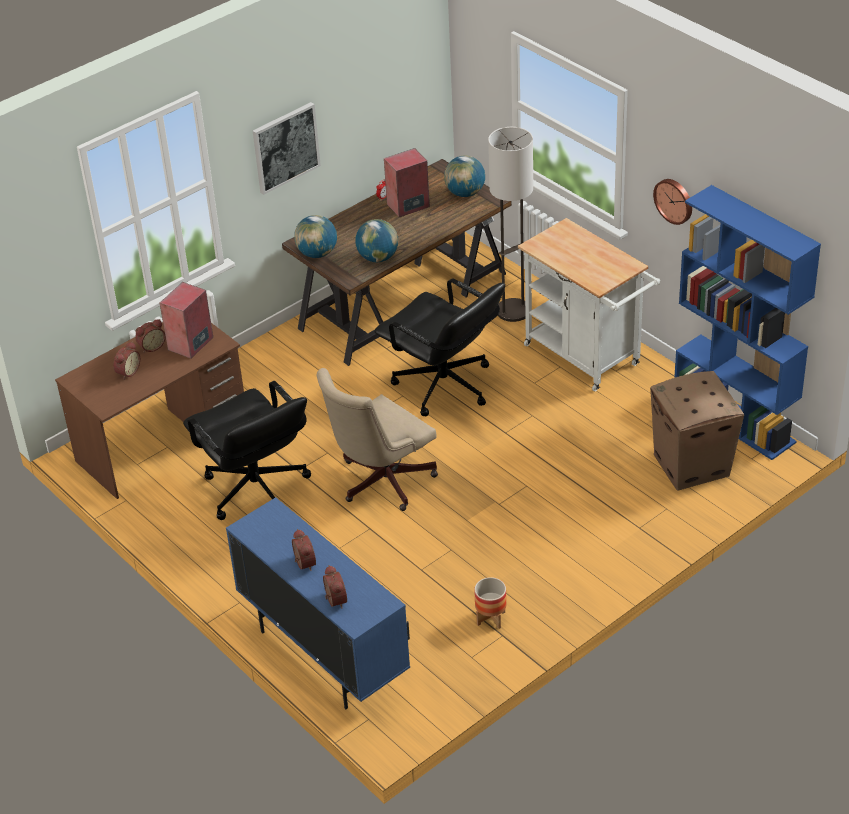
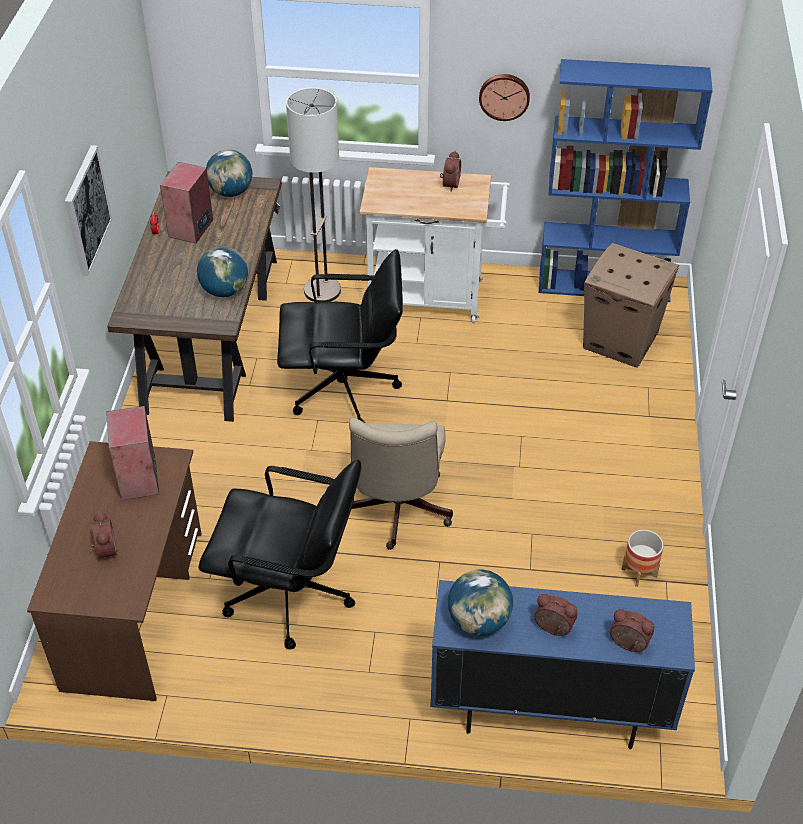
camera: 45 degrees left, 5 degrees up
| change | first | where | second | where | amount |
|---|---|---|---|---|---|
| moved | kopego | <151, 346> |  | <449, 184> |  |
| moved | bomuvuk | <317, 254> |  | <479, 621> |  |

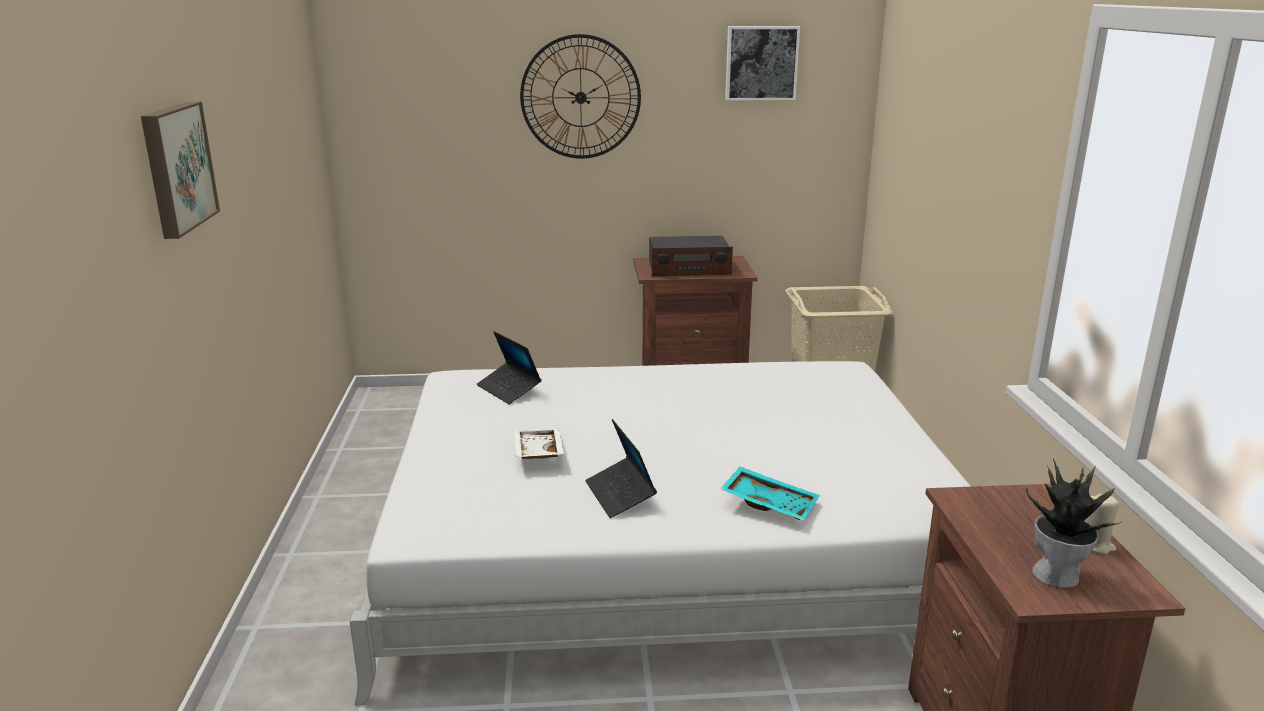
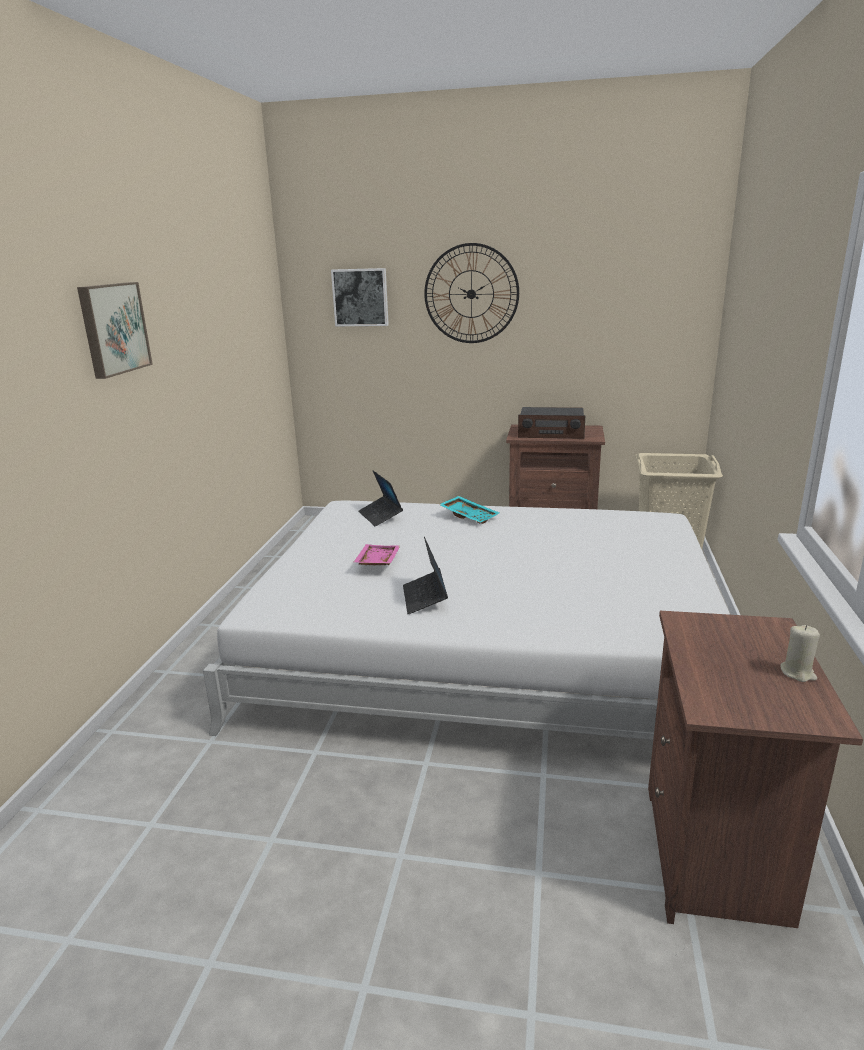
camera: 15 degrees right, 0 degrees up
| change | first | where | second | where | amount |
|---|---|---|---|---|---|
| recoloured | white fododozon | <536, 453> | pink fododozon | <376, 562> |  |
| moved | turquoise fododozon | <770, 503> |  | <469, 516> |  |
| moved | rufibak | <761, 63> |  | <360, 297> |  |
| removed | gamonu | <1057, 575> |  |  |  |

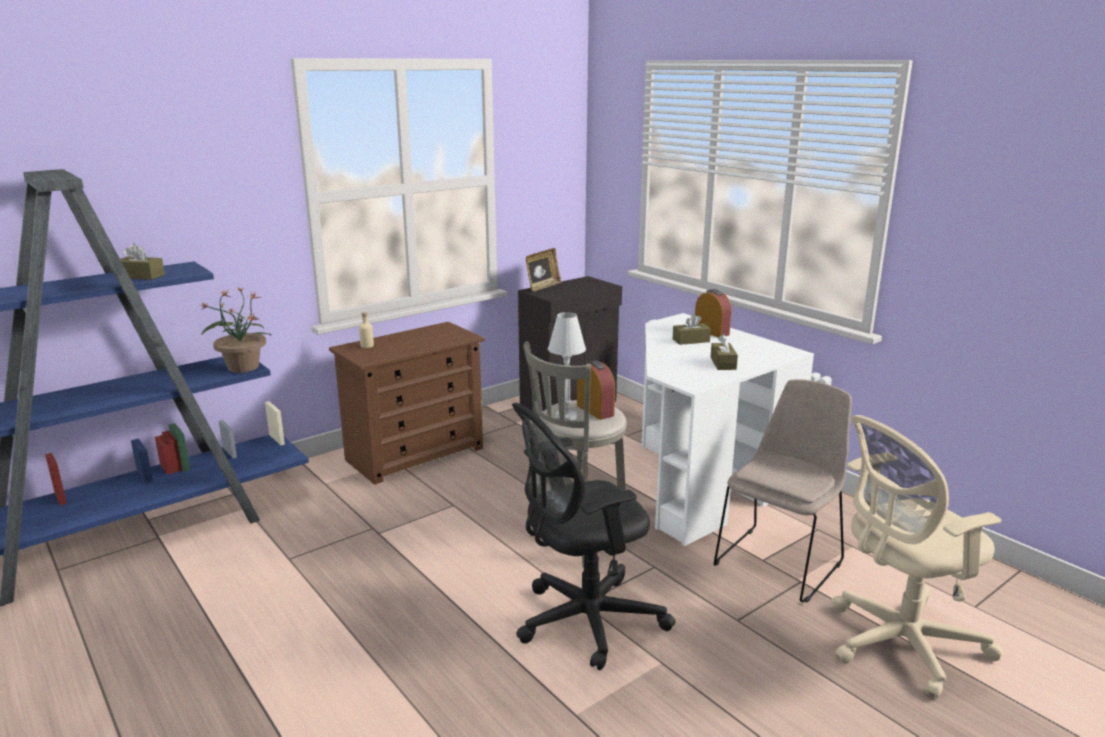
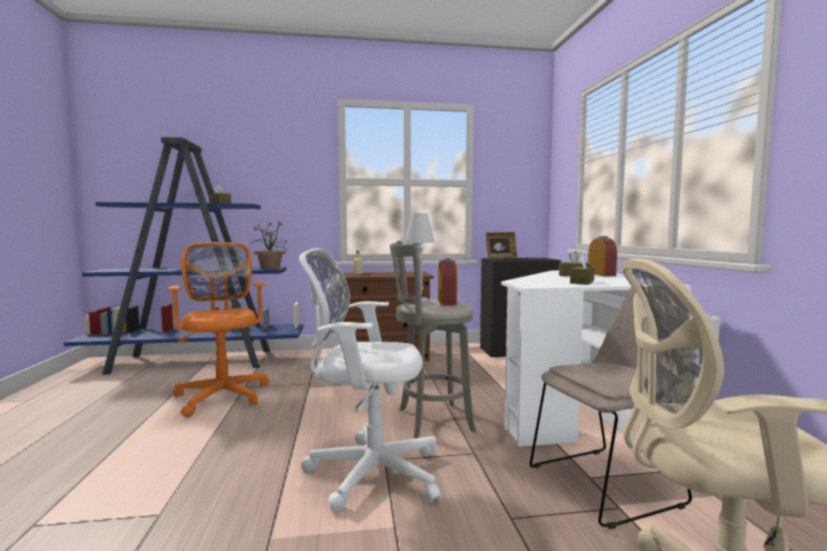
camera: 30 degrees right, 15 degrees down
| change | first | where | second | where | amount |
|---|---|---|---|---|---|
| recoloured | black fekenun | <583, 621> | white fekenun | <368, 472> |  |
| added |  |  | orange fekenun | <223, 394> |  |

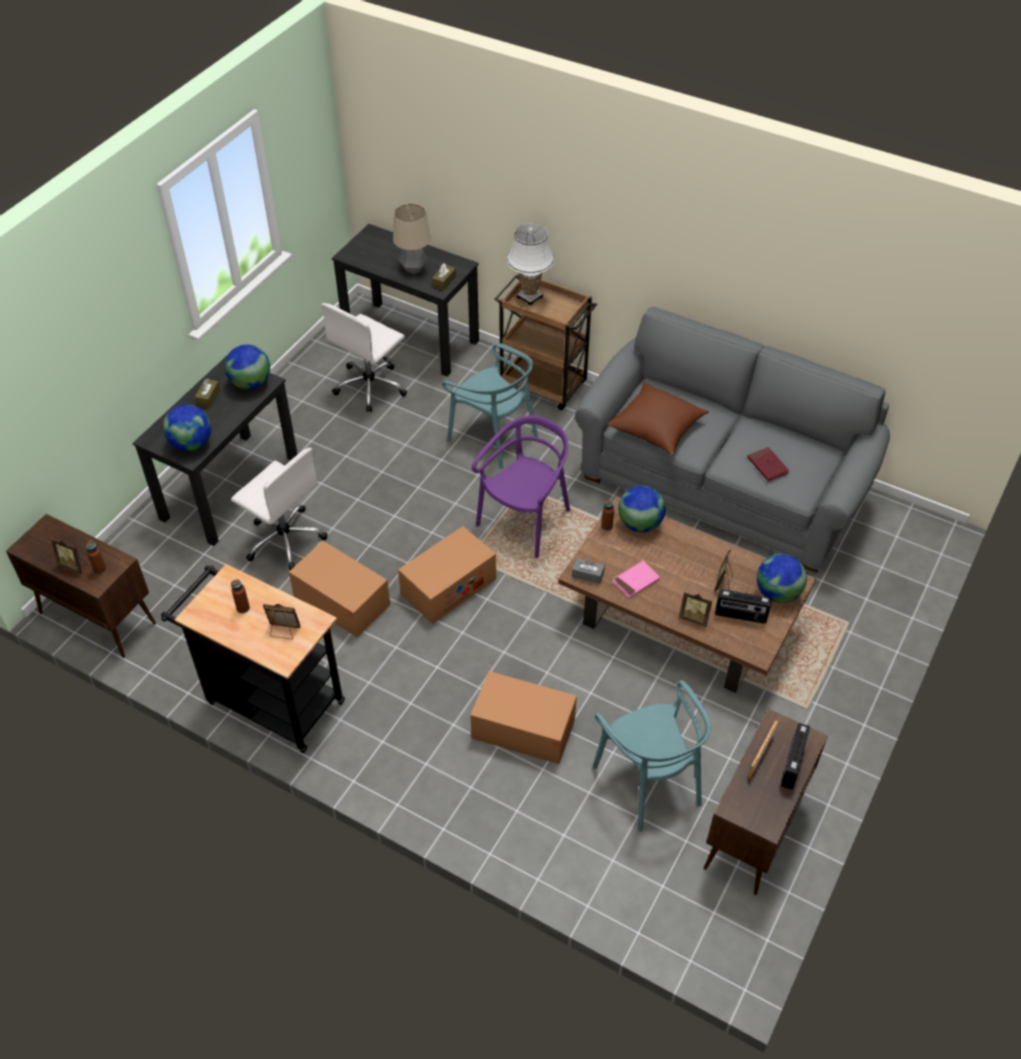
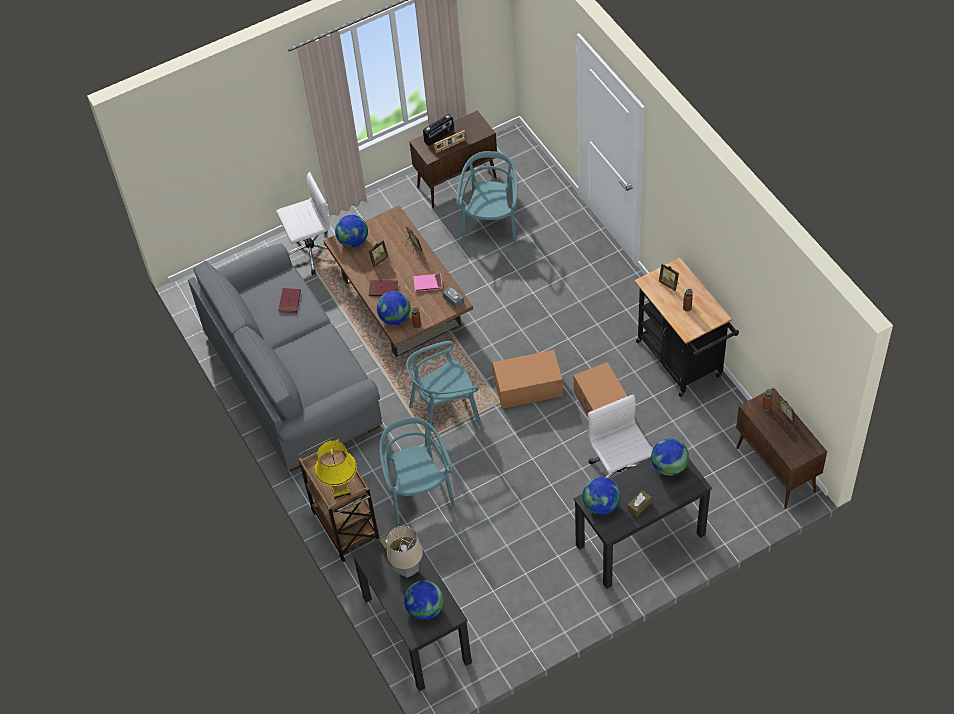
camera: 145 degrees left, 5 degrees up
| change | first | where | second | where | amount |
|---|---|---|---|---|---|
| moved | white fekenun | <371, 386> |  | <310, 251> |  |
| removed | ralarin | <523, 729> |  |  |  |
| recoloured | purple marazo | <525, 520> | turquoise marazo | <445, 412> |  |
| recoloured | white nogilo | <529, 297> | yellow nogilo | <340, 489> |  |
| removed | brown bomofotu | <656, 428> |  |  |  |
| removed | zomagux | <740, 616> |  |  |  |
| added |  |  | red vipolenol | <383, 289> |  |
| added |  |  | bomuvuk | <425, 609> |  |

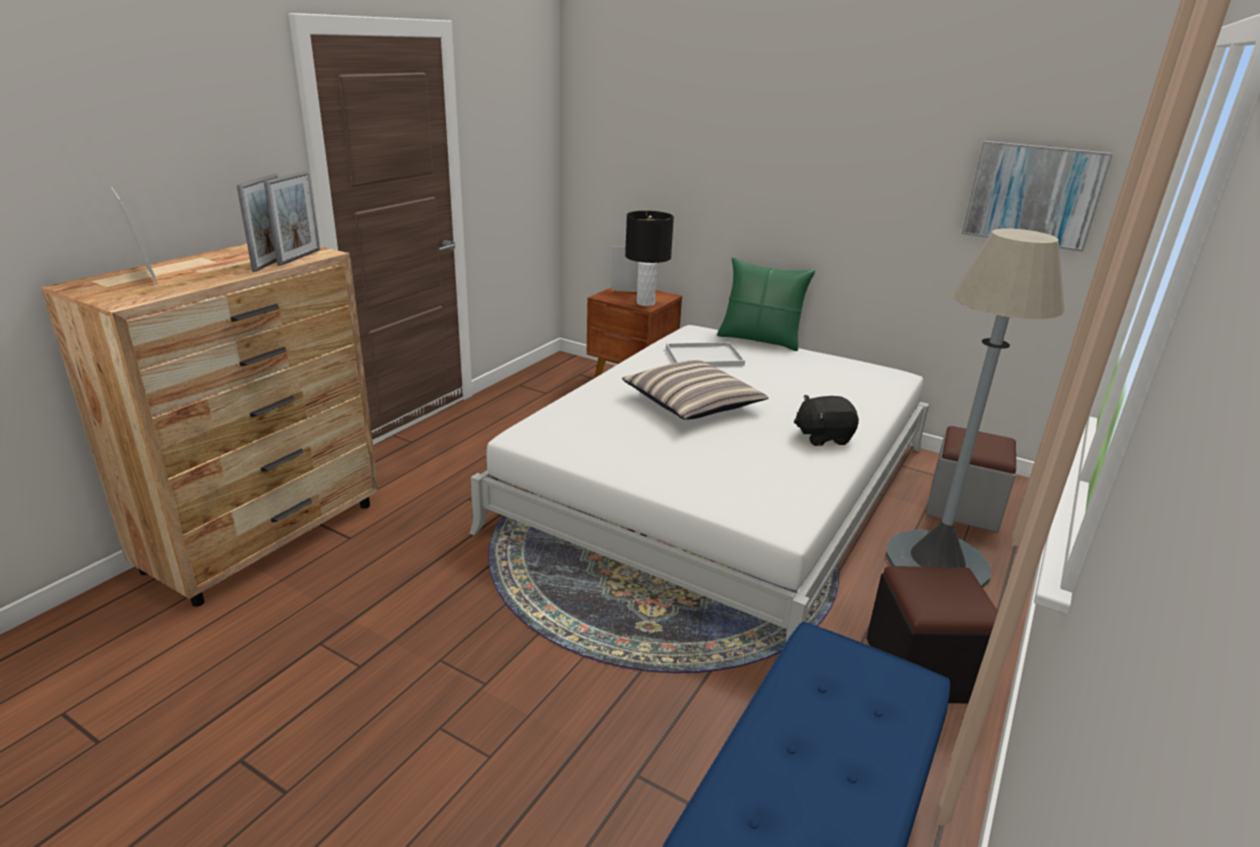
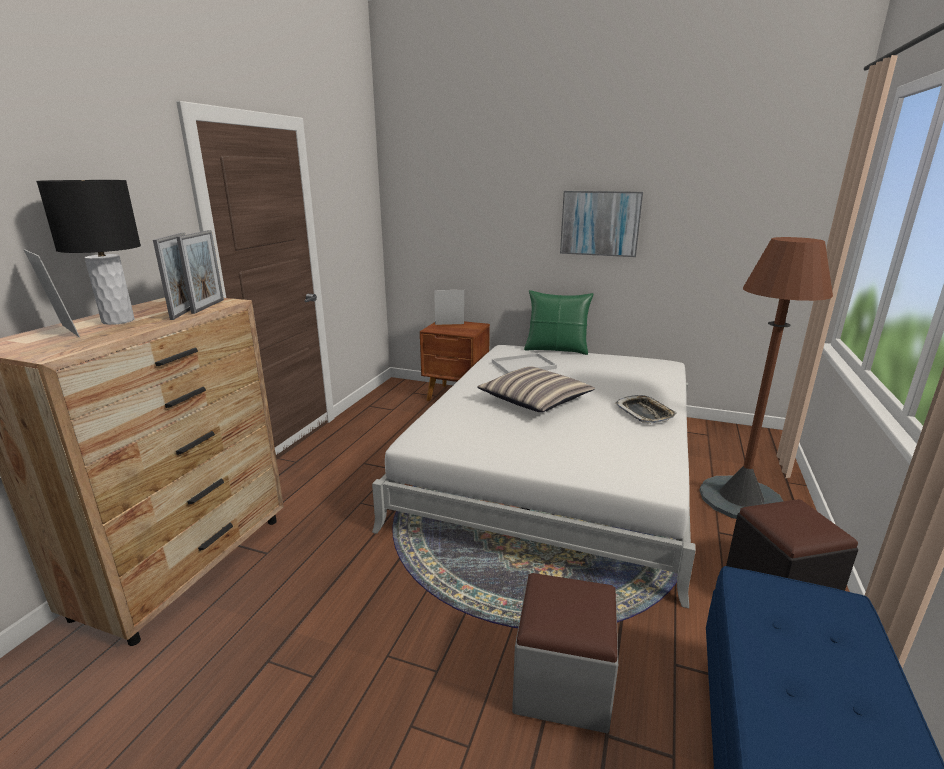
camera: 10 degrees left, 5 degrees down
| change | first | where | second | where | amount |
|---|---|---|---|---|---|
| moved | black nogilo | <645, 303> |  | <118, 321> |  |
| replaced | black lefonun | <823, 437> | fododozon | <644, 413> |  |
| recoloured | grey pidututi | <936, 562> | brown pidututi | <740, 499> |  |
| moved | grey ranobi | <963, 507> |  | <562, 683> |  |
| moved | rufibak | <1033, 195> |  | <600, 223> |  |

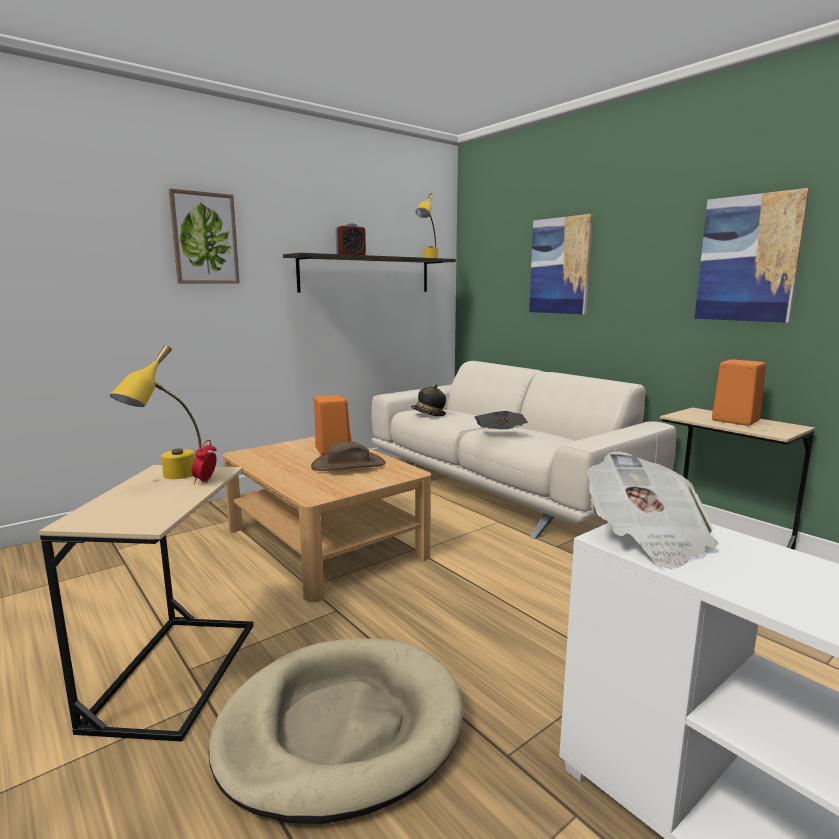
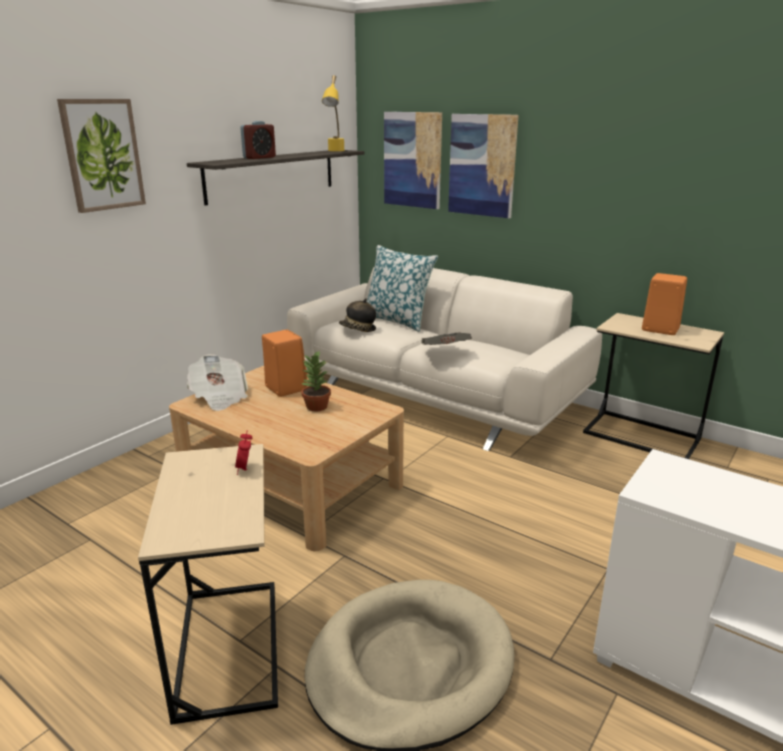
camera: 15 degrees left, 10 degrees up
| change | first | where | second | where | amount |
|---|---|---|---|---|---|
| removed | yellow nogilo | <168, 479> |  |  |  |
| replaced | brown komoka | <348, 465> | gamonu | <316, 407> |  |
| moved | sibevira | <647, 538> |  | <219, 397> |  |
| moved | rufibak | <748, 259> |  | <412, 160> |  |
| added |  |  | bomofotu | <397, 320> |  |

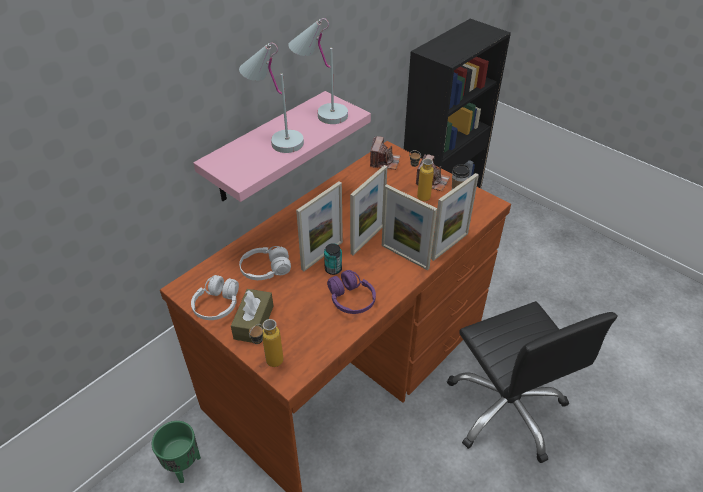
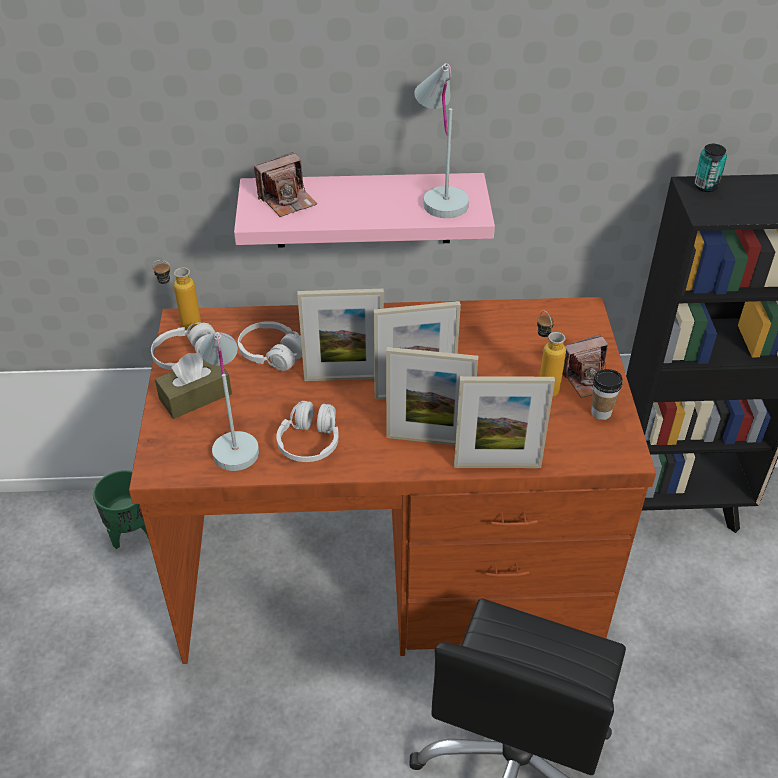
camera: 45 degrees right, 0 degrees up
| change | first | where | second | where | amount |
|---|---|---|---|---|---|
| moved | white nogilo | <275, 138> |  | <233, 438> |  |
| moved | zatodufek | <269, 365> |  | <182, 325> |  |
| moved | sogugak | <333, 269> |  | <705, 186> |  |
| recoloured | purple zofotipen | <351, 299> | white zofotipen | <310, 442> |  |
| moved | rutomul | <384, 161> |  | <287, 200> |  |
| turned | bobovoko | <405, 256> |  | <428, 440> | 75 degrees counterclockwise |

